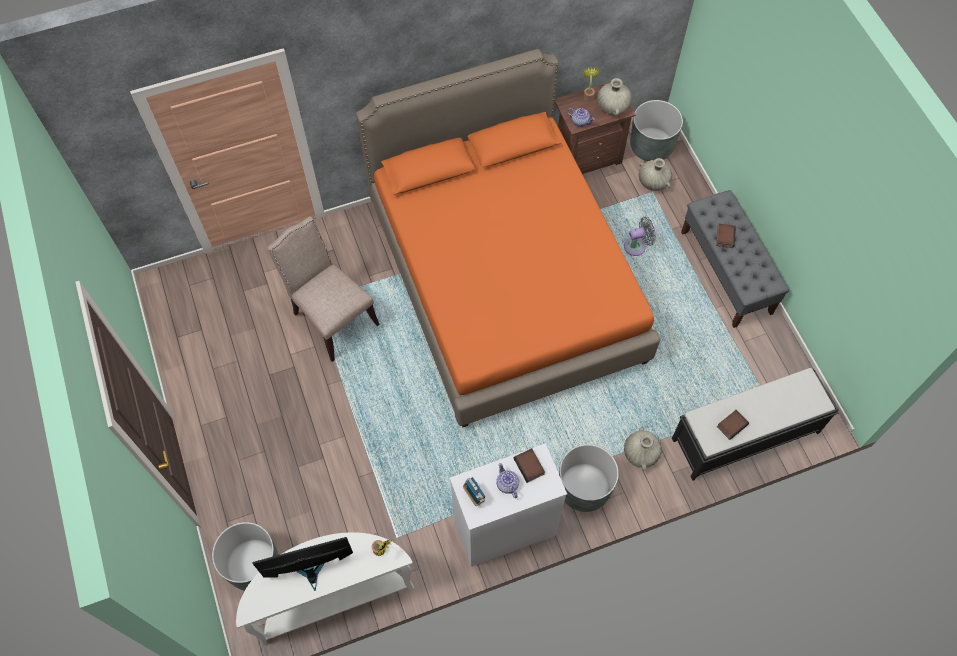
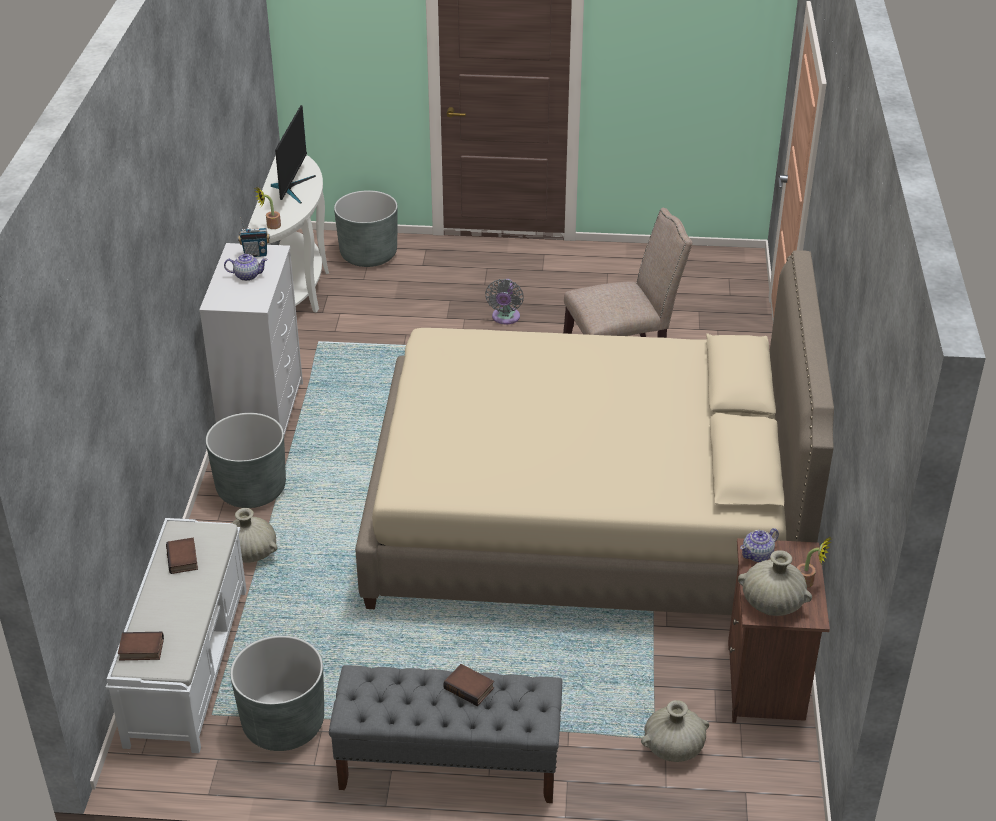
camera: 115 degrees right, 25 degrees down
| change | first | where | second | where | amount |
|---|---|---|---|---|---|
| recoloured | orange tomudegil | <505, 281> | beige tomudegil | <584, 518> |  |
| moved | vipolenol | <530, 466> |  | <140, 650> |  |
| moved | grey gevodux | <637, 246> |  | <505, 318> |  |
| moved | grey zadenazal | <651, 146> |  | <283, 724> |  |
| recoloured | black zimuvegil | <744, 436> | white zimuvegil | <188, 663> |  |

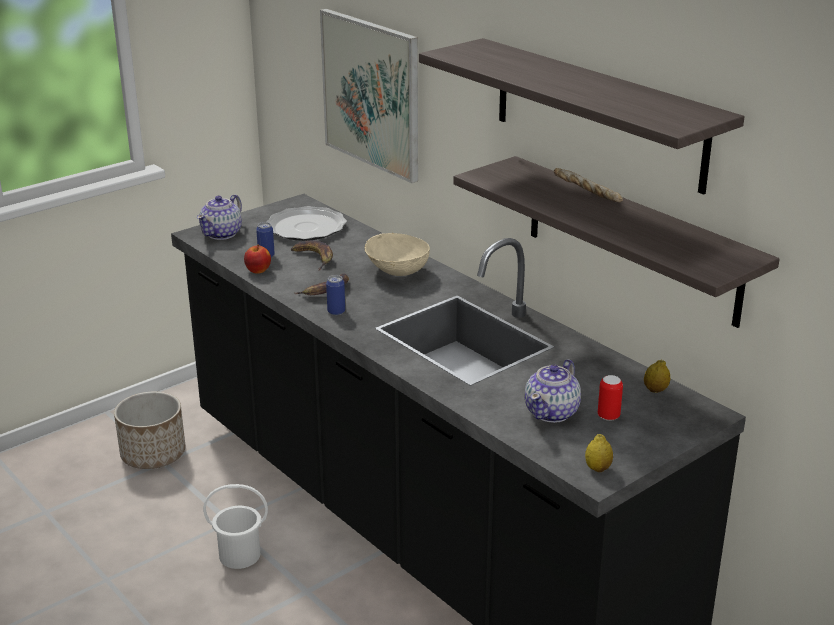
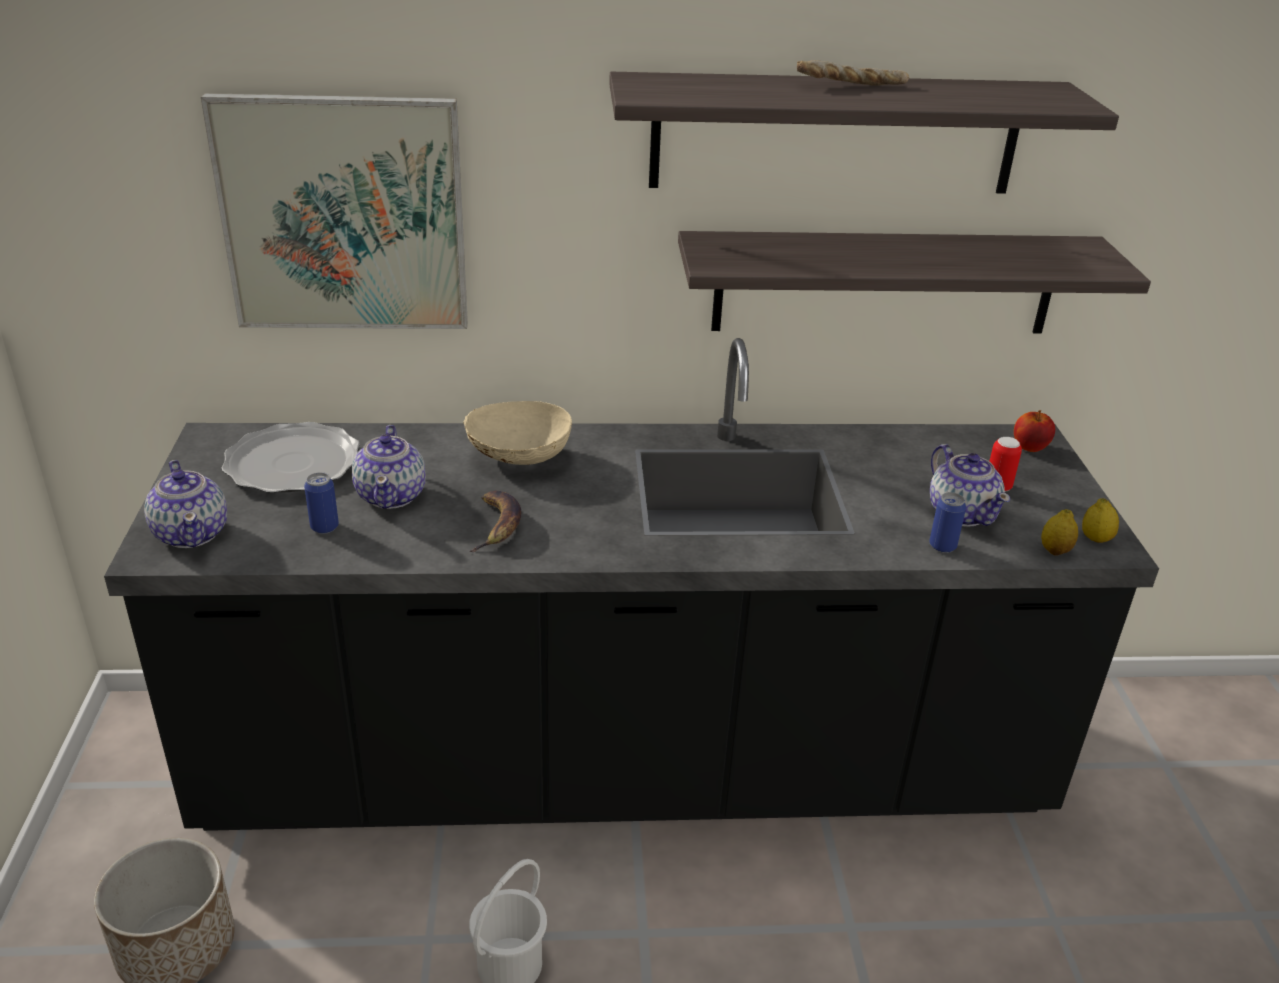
camera: 55 degrees left, 5 degrees up
| change | first | where | second | where | amount |
|---|---|---|---|---|---|
| moved | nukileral | <258, 271> |  | <1029, 447> |  |
| replaced | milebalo | <314, 258> | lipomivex | <392, 495> |  |
| moved | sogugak | <336, 311> |  | <942, 546> |  |
| moved | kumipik | <586, 193> |  | <851, 86> |  |
| moved | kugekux | <655, 390> |  | <1055, 551> |  |

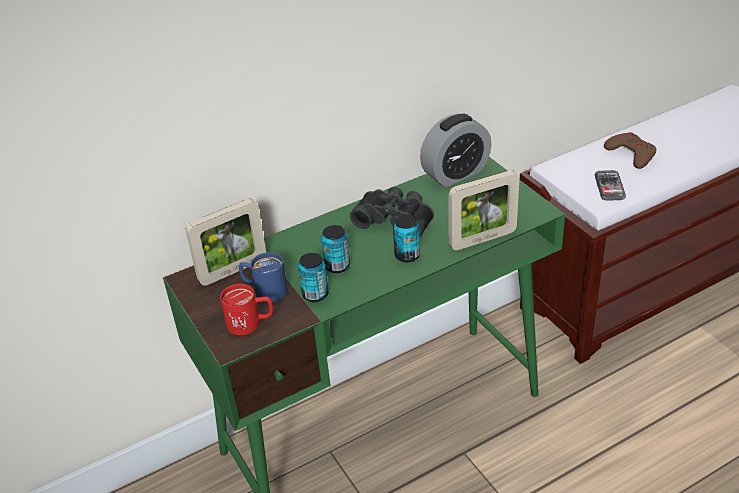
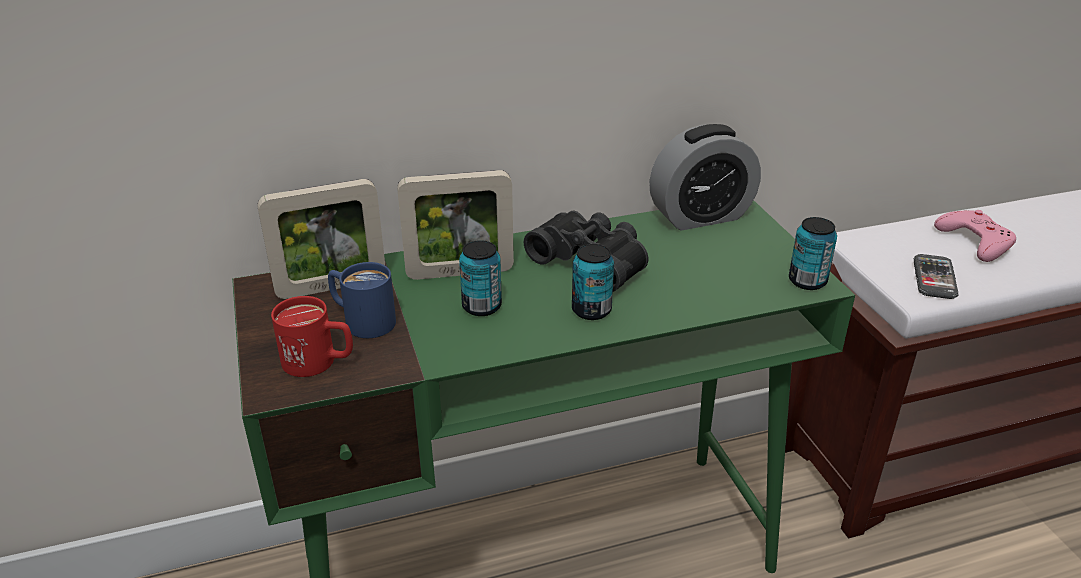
camera: 10 degrees right, 5 degrees down
| change | first | where | second | where | amount |
|---|---|---|---|---|---|
| moved | sogugak | <315, 294> |  | <807, 281> |  |
| moved | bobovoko | <482, 239> |  | <460, 272> |  |
| recoloured | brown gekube | <631, 154> | pink gekube | <975, 241> |  |

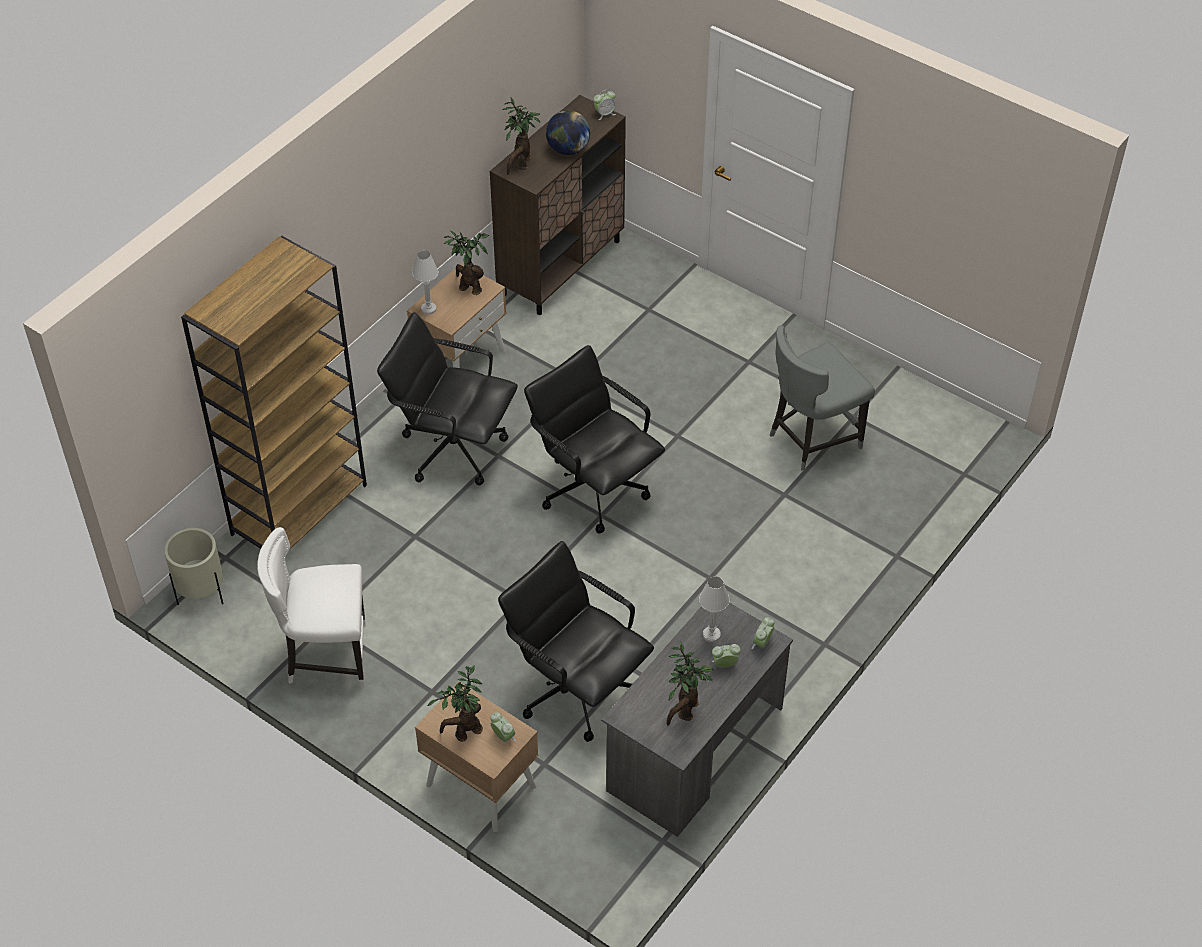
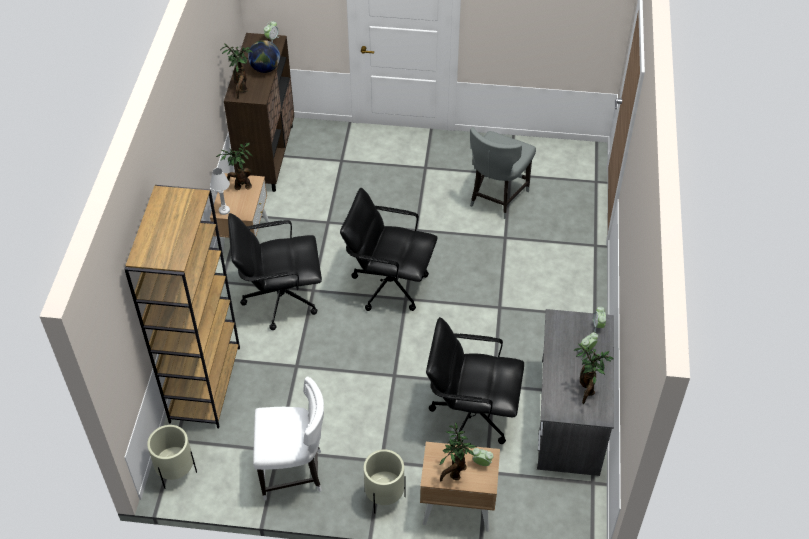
camera: 30 degrees left, 0 degrees up
| change | first | where | second | where | amount |
|---|---|---|---|---|---|
| turned | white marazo | <325, 656> |  | <294, 472> | 150 degrees counterclockwise |
| removed | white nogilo | <711, 635> |  |  |  |
| added |  |  | beige zadenazal | <385, 497> |  |

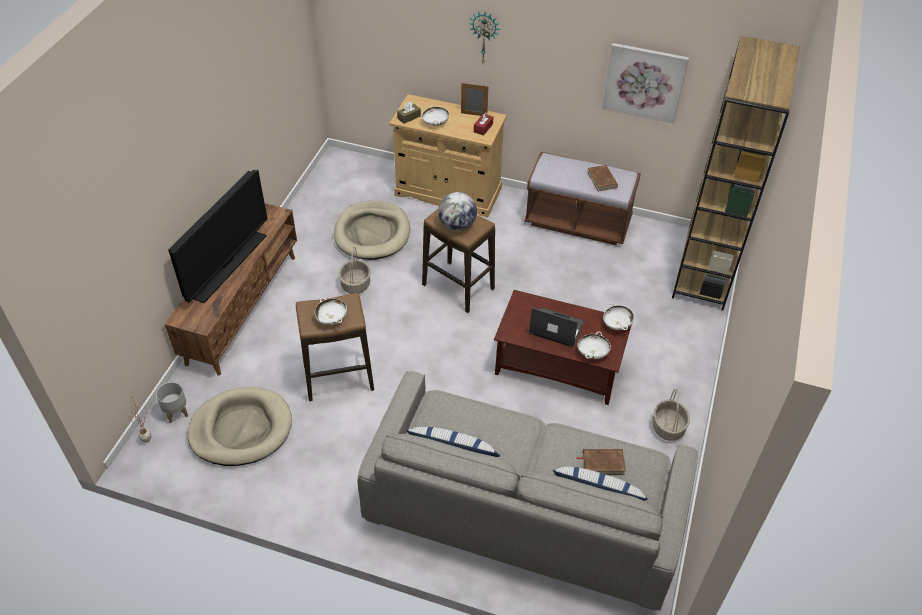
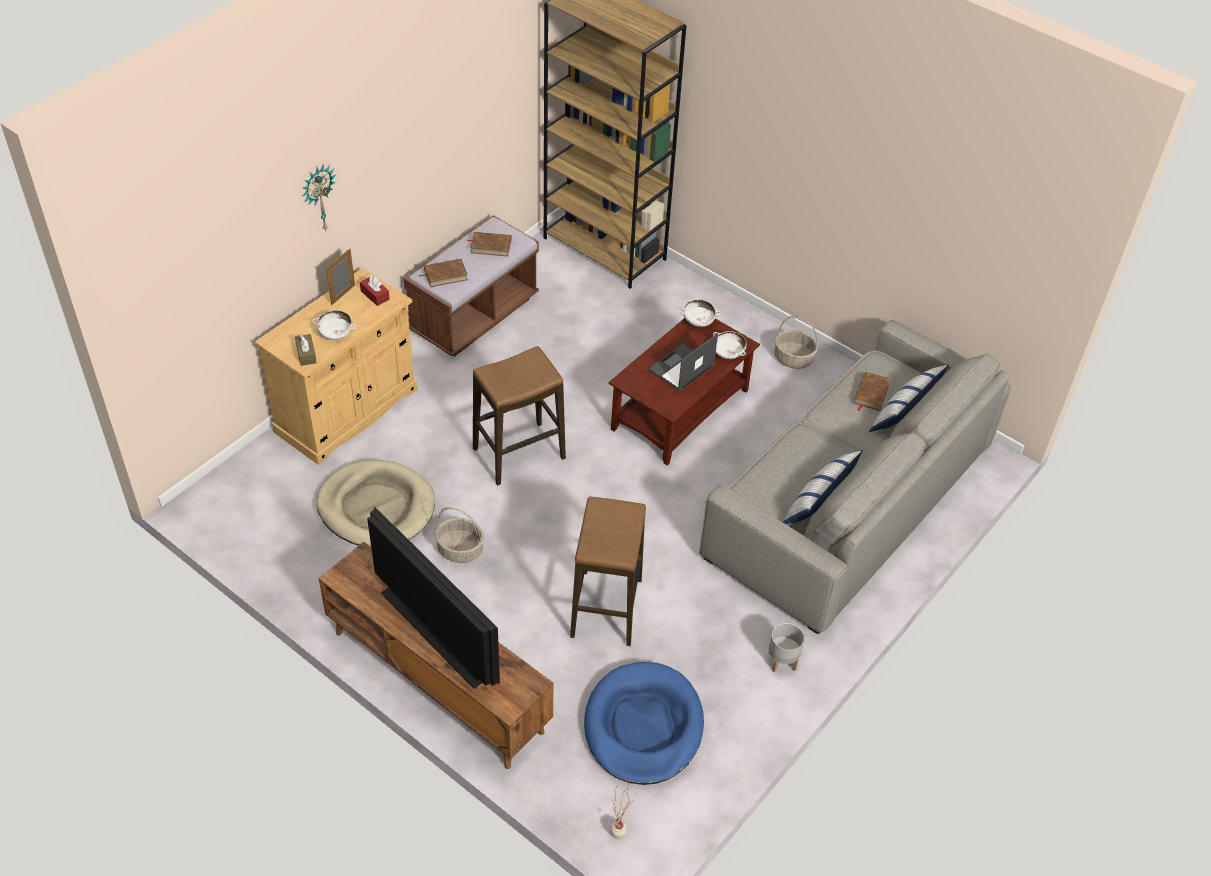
camera: 70 degrees left, 0 degrees up
| change | first | where | second | where | amount |
|---|---|---|---|---|---|
| moved | grey zadenazal | <176, 413> |  | <782, 661> |  |
| recoloured | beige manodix | <241, 429> | blue manodix | <643, 726> |  |
| removed | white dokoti | <331, 318> |  |  |  |
| removed | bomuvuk | <457, 225> |  |  |  |
| removed | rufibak | <644, 82> |  |  |  |
| added |  |  | brown vipolenol | <445, 275> |  |

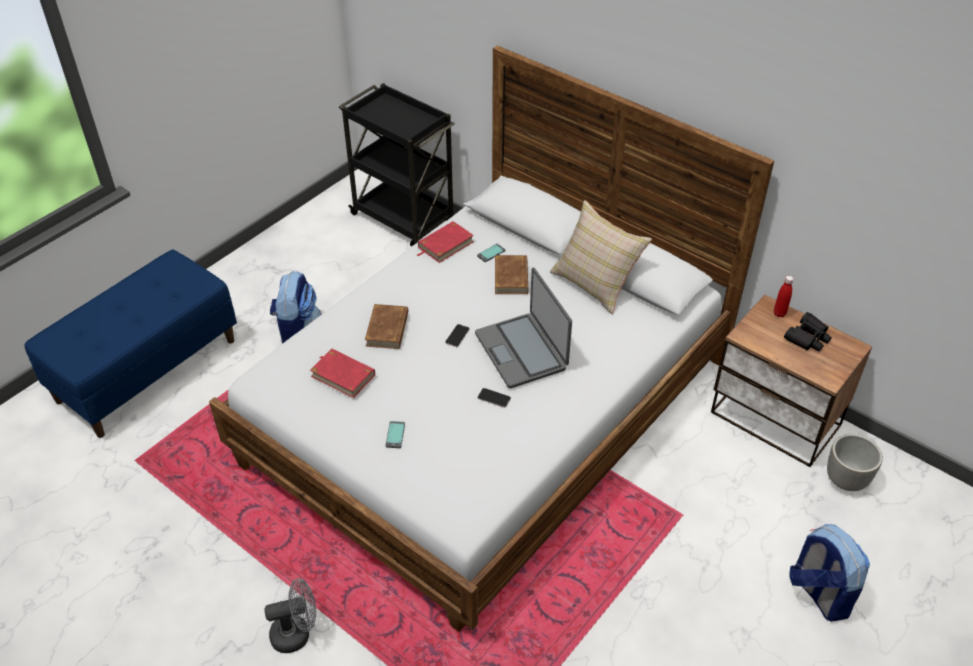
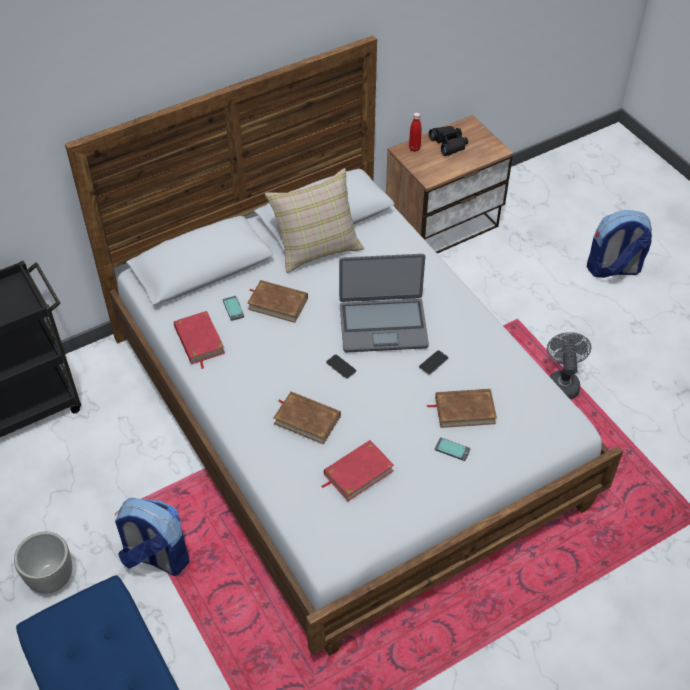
camera: 70 degrees left, 5 degrees up
| change | first | where | second | where | amount |
|---|---|---|---|---|---|
| moved | grey gevodux | <297, 633> |  | <562, 382> |  |
| moved | zadenazal | <846, 480> |  | <52, 577> |  |
| added |  |  | brown vipolenol | <464, 410> |  |

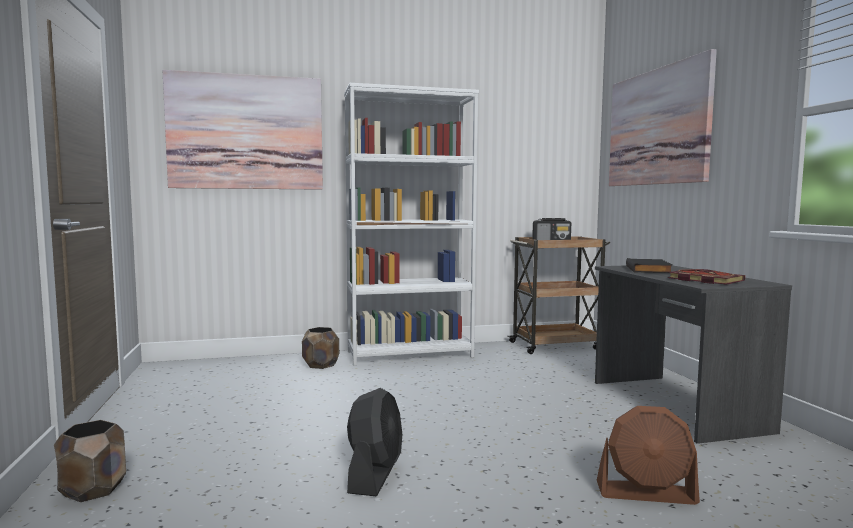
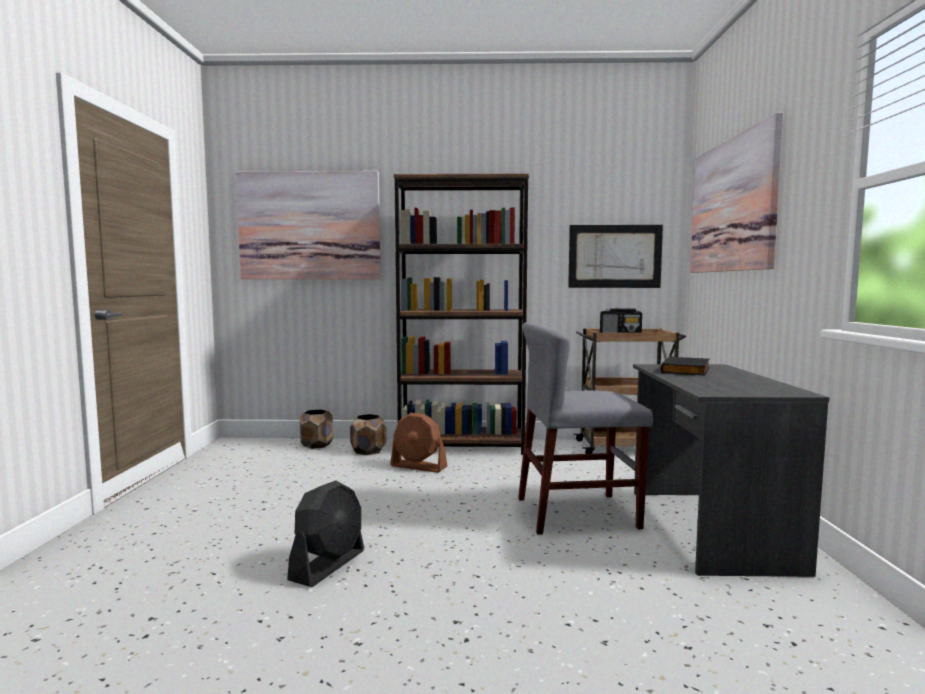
camera: 15 degrees right, 0 degrees up
| change | first | where | second | where | amount |
|---|---|---|---|---|---|
| moved | brown zadenazal | <94, 489> |  | <317, 445> |  |
| recoloured | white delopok | <410, 354> | brown delopok | <462, 446> |  |
| moved | brown gevodux | <646, 493> |  | <419, 466> |  |
| removed | vipolenol | <703, 280> |  |  |  |
| added |  |  | grey marazo | <577, 513> |  |
| added |  |  | rufibak | <614, 256> |  |

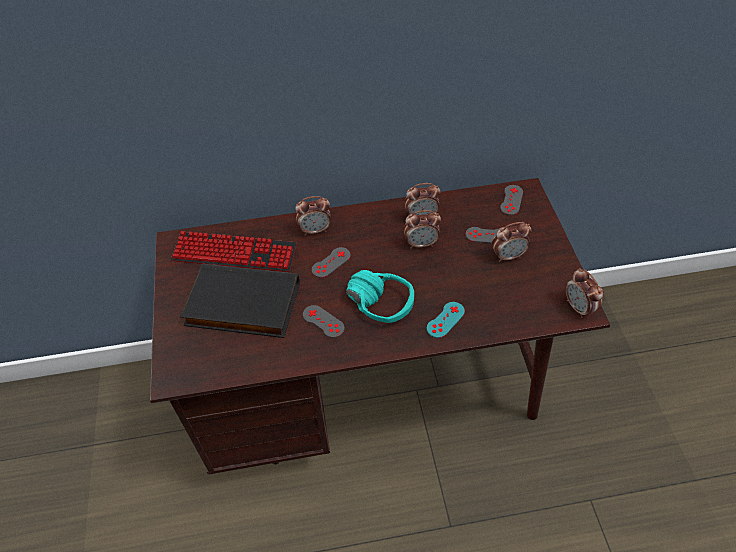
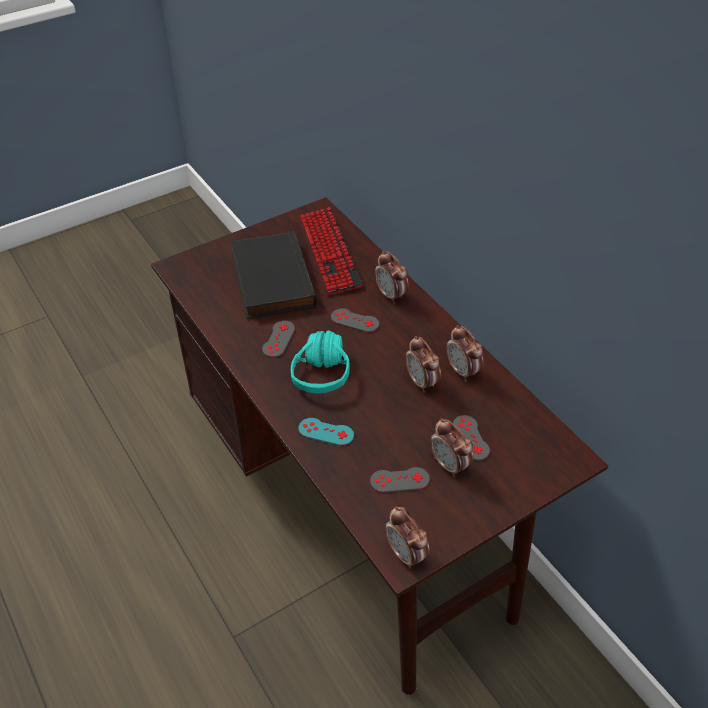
camera: 65 degrees right, 5 degrees down
| change | first | where | second | where | amount |
|---|---|---|---|---|---|
| moved | grey gekube | <511, 200> |  | <399, 480> |  |
| turned | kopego | <579, 308> |  | <406, 554> | 75 degrees counterclockwise |

